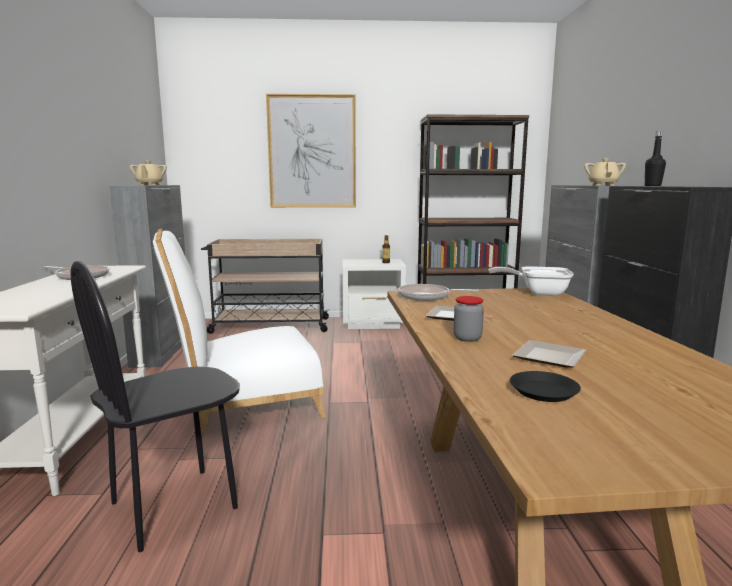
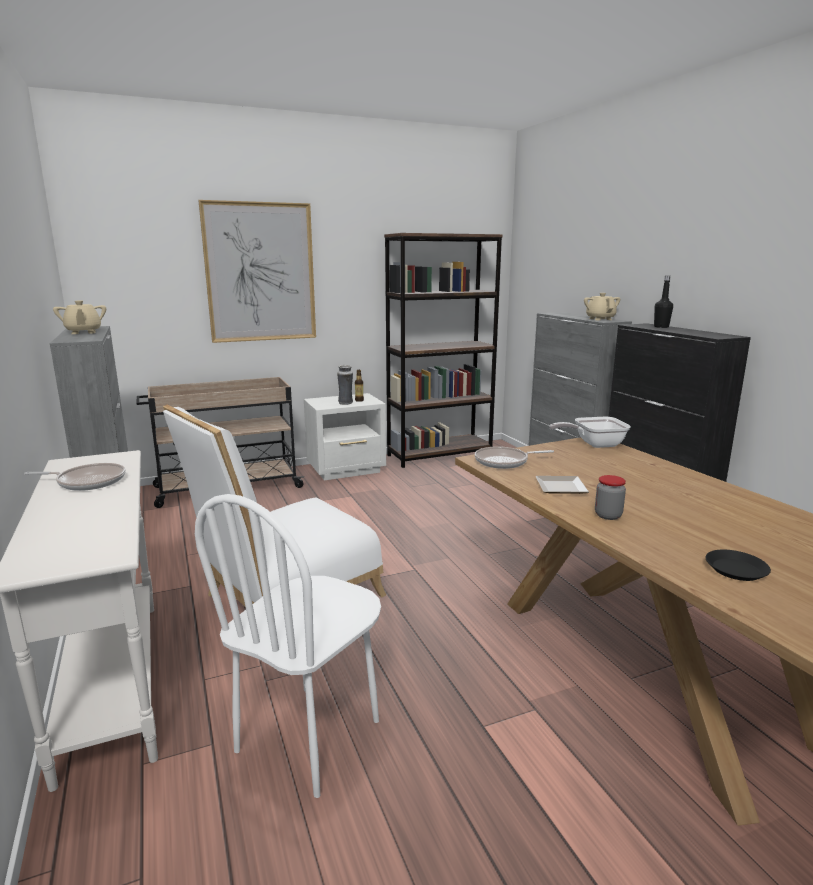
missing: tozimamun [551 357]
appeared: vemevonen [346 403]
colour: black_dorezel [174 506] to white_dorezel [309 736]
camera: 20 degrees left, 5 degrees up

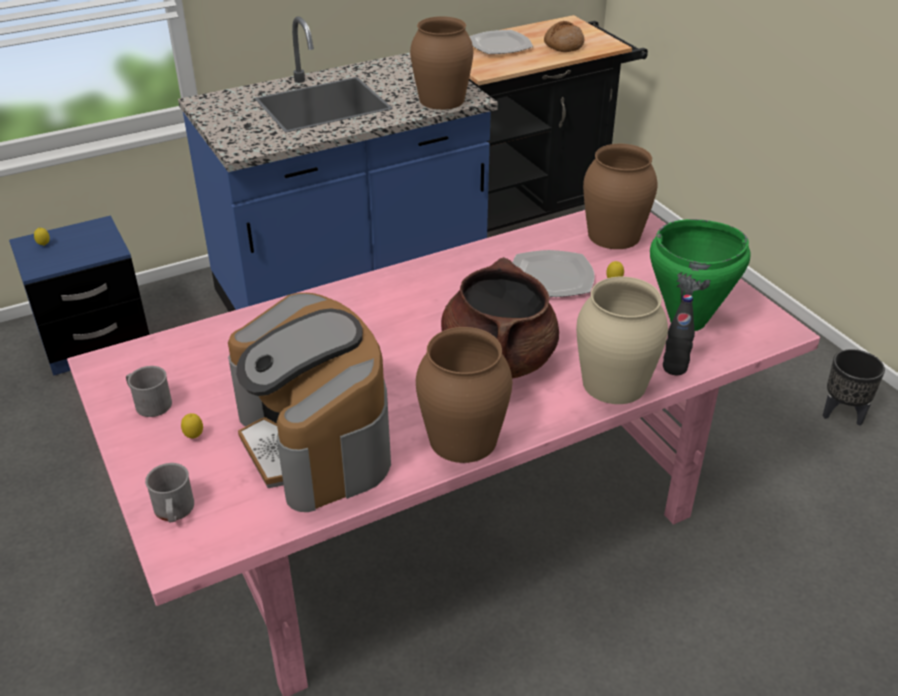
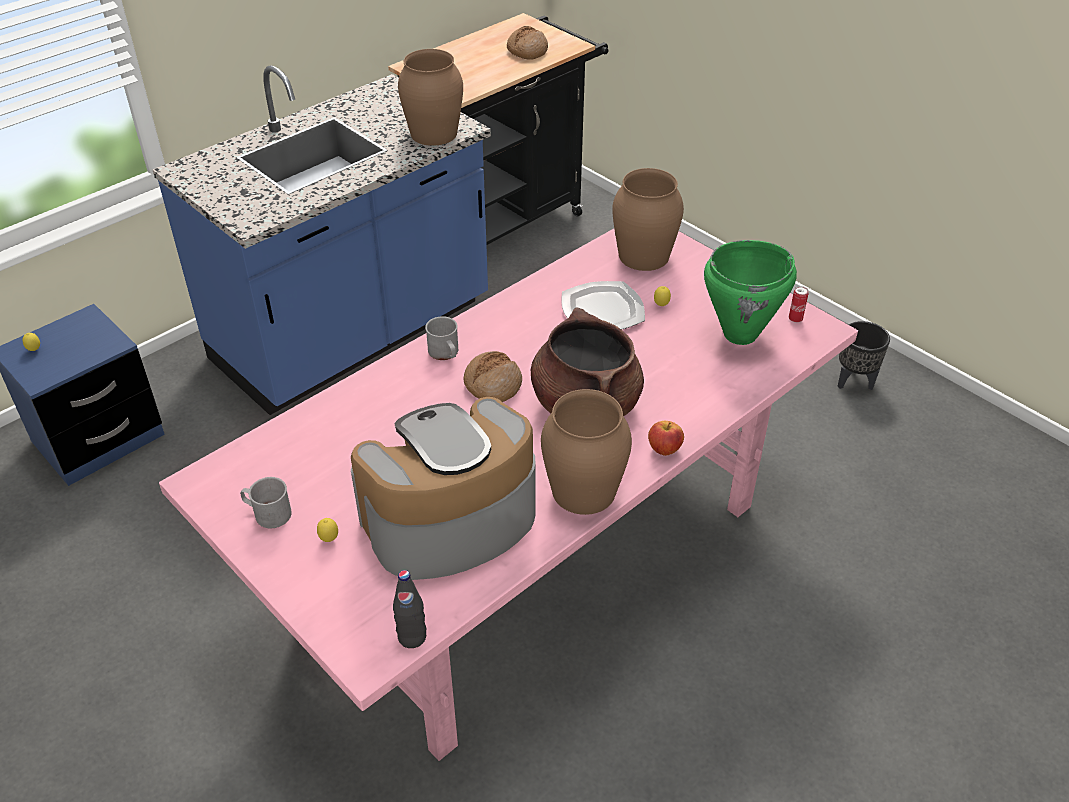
missing: tozimamun [500 45]; beige_vemevonen [615 383]
appeared: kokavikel [795 319]; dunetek [492 384]; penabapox [664 449]
relocated: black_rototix [674 368] to [412 637]; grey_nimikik [174 512] to [445 354]
spun: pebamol [316 442] = [449 521] 105 degrees clockwise
camera: 15 degrees left, 5 degrees up

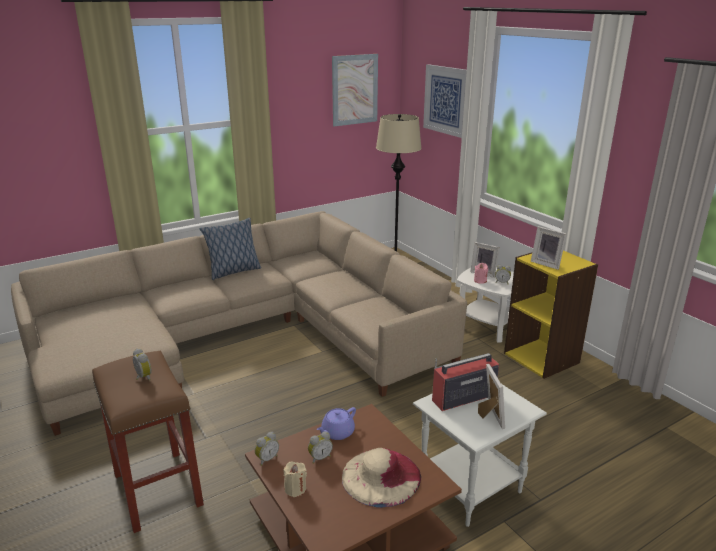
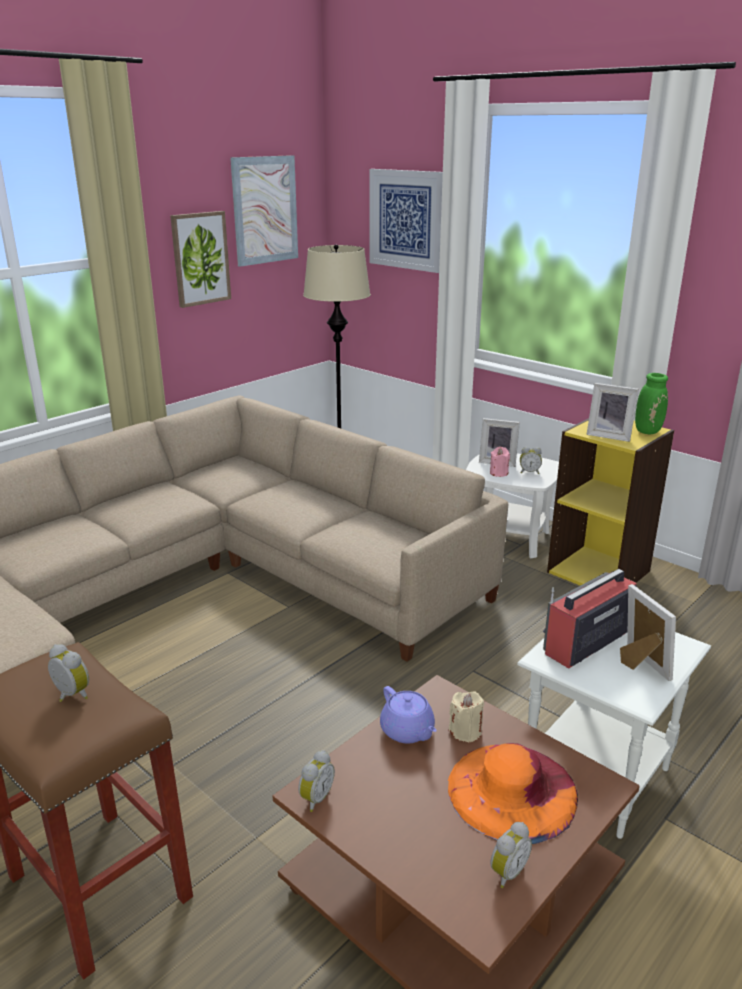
missing: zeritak [233 272]
appeared: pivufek [200 258]; green_vemevonen [647 431]
relocated: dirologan [319 457] to [506 872]; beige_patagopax [295 489] to [465 731]
colour: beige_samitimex [381 476] to orange_samitimex [512 790]
spun: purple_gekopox [337 433] = [408 731] 60 degrees counterclockwise
camera: 15 degrees left, 0 degrees up

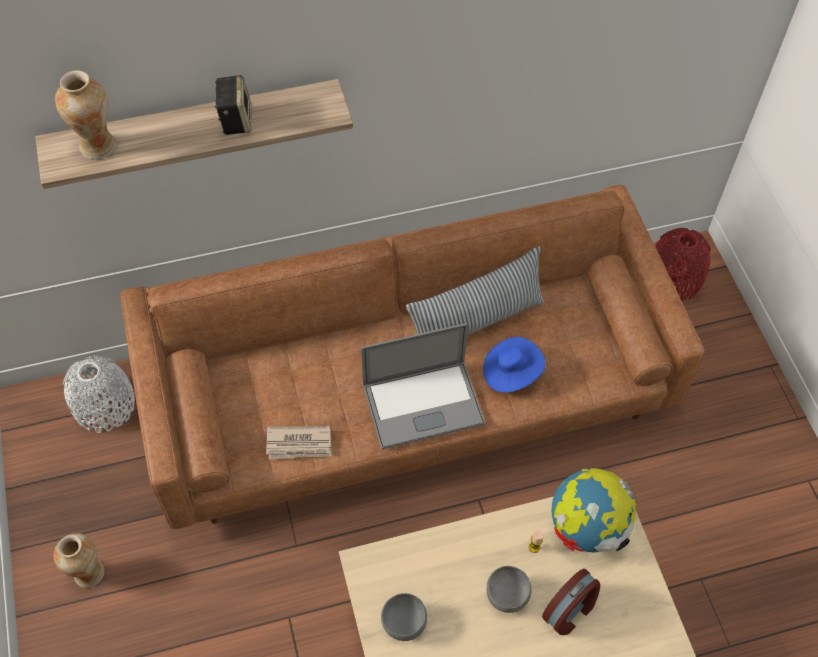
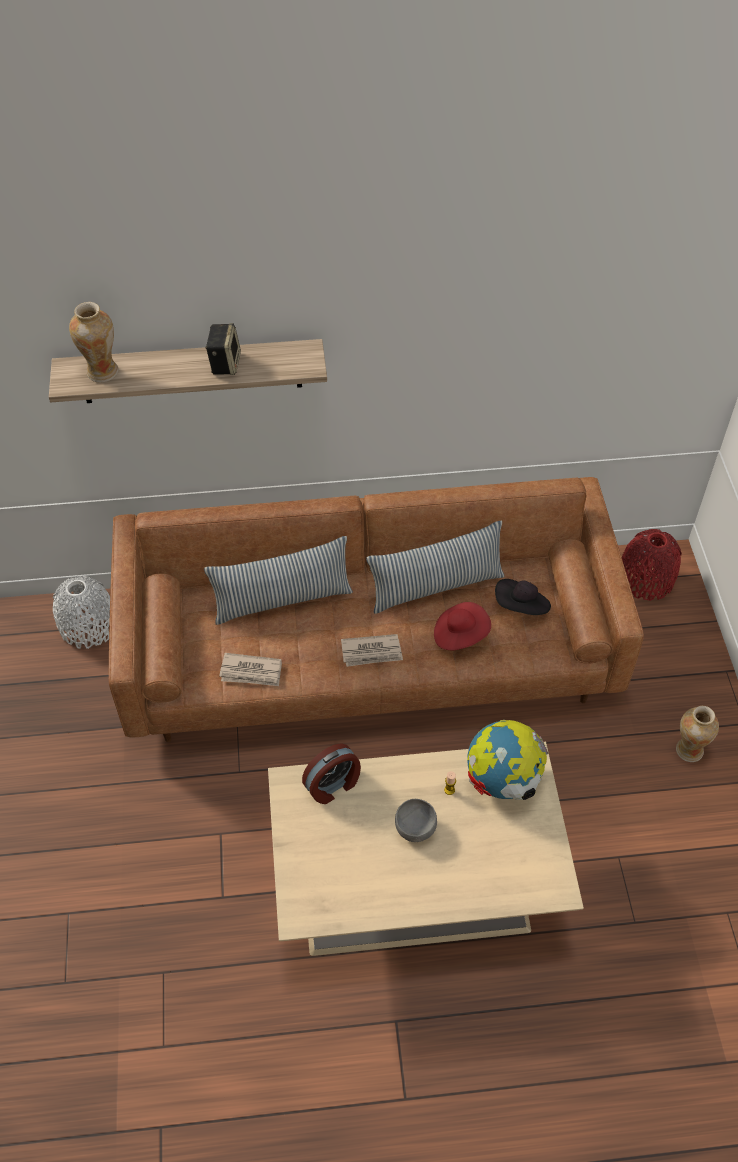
missing: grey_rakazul [404 623]
appeared: zeritak [282 600]; black_samitimex [521 607]
relocated: vemevonen [88 573] to [689 750]; dirologan [570 611] to [333 785]
exchanged: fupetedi [423 404] to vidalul [372 652]
colour: blue_samitimex [511 372] to red_samitimex [460 635]
camera: 10 degrees right, 5 degrees down

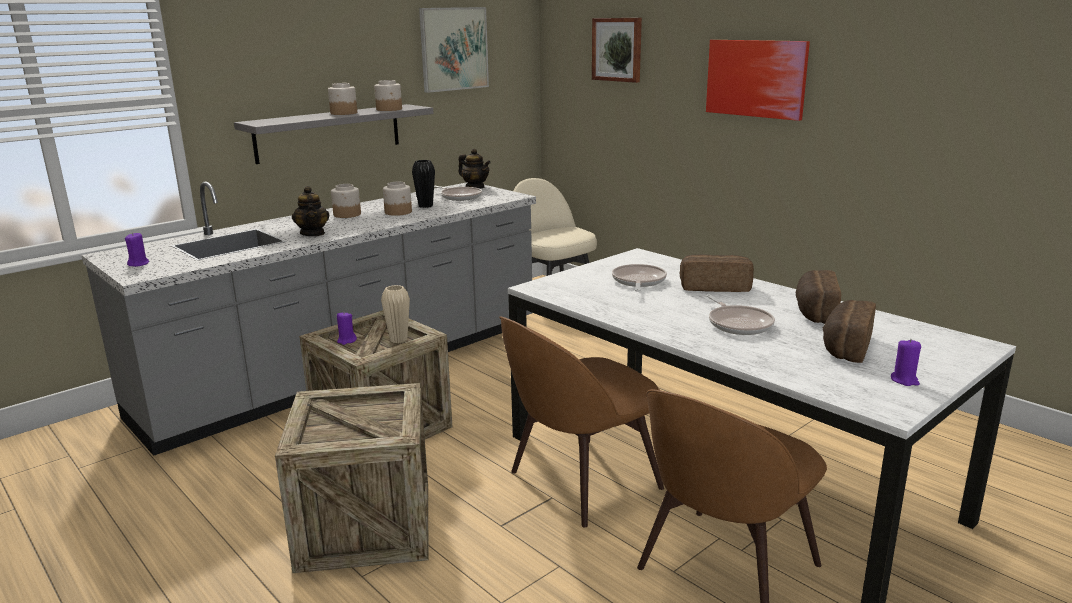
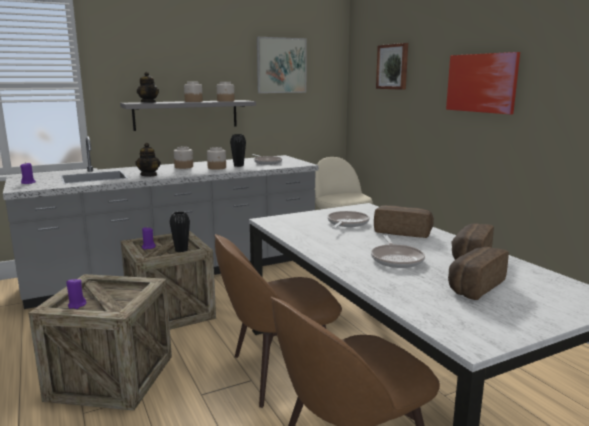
relocated: gekopox [475 187] to [148 102]; purple_patagopax [904 380] to [77 305]
colour: beige_vemevonen [398 340] to black_vemevonen [181 250]
camera: 15 degrees right, 5 degrees down

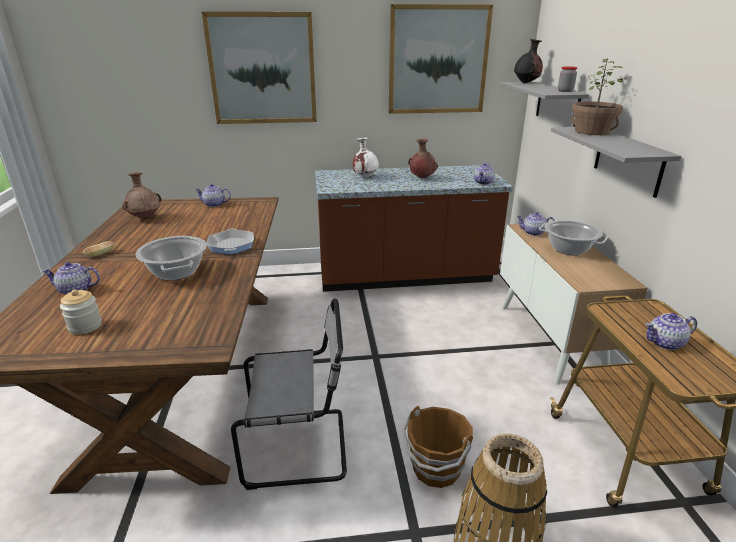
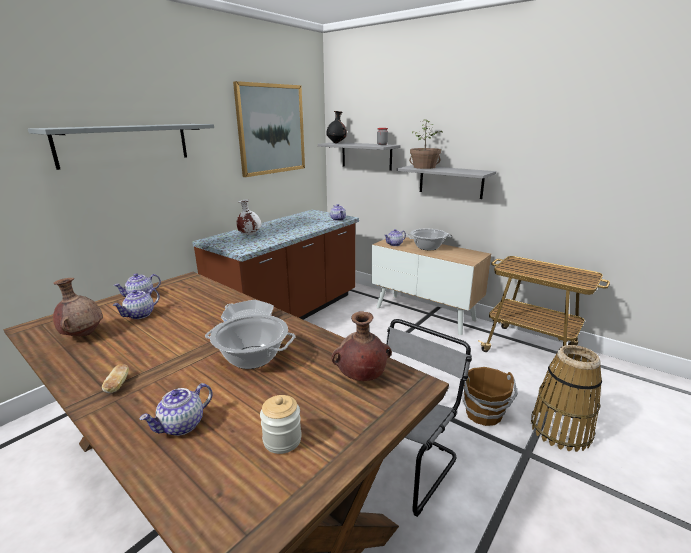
relocated: brown_vemevonen [421 178] to [361 377]; gekopox [665 343] to [140 315]
exchanged: pivufek [262 69] to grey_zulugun [125 144]
camera: 45 degrees left, 5 degrees down

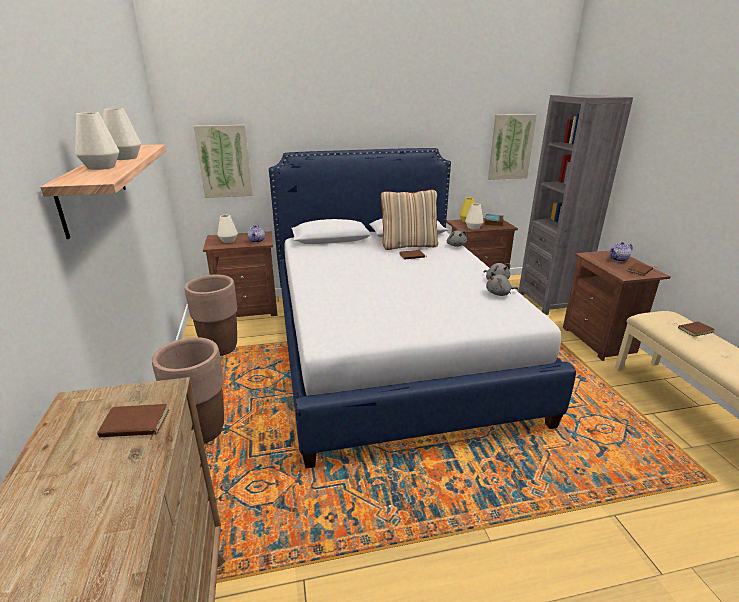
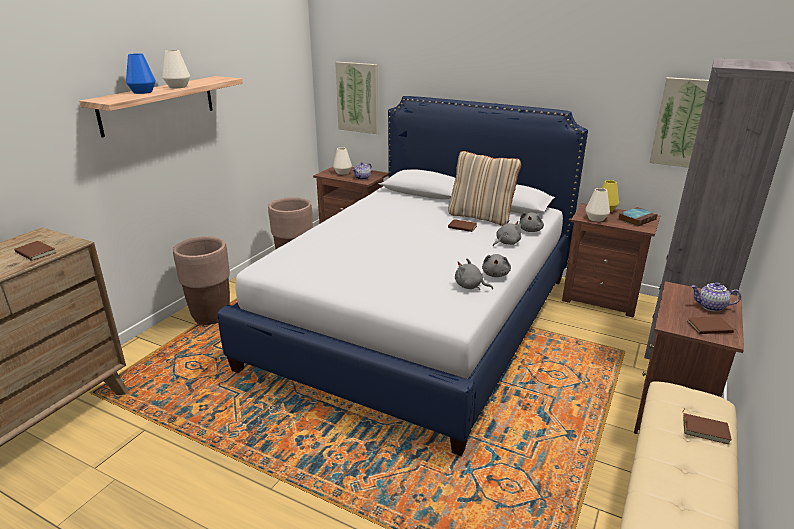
appeared: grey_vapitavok [506 243]
colour: white_vemevonen [101 167] to blue_vemevonen [143 92]
camera: 40 degrees right, 0 degrees up

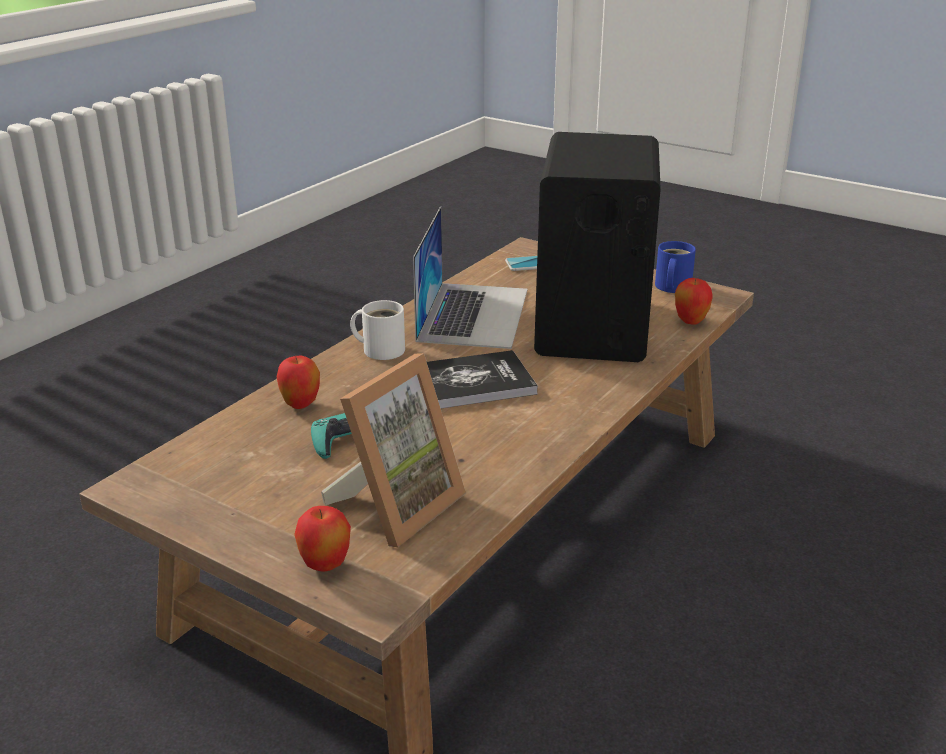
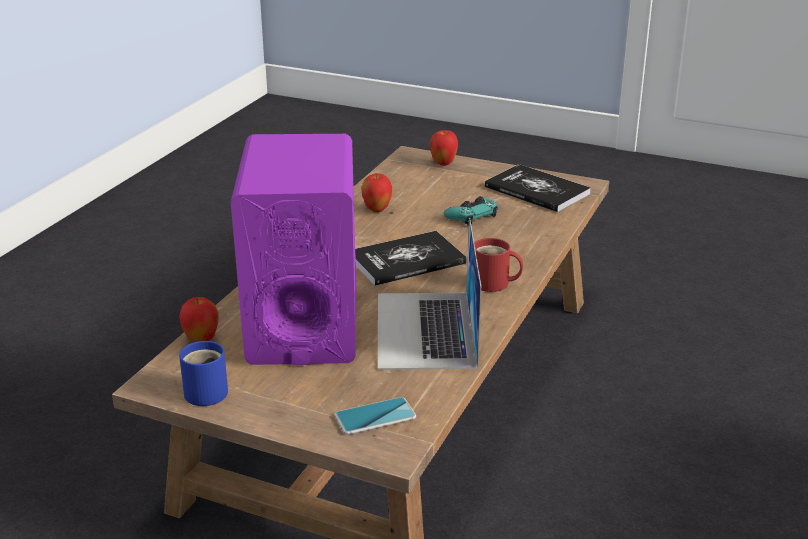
missing: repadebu [396 506]
appeared: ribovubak [537 190]
relocated: penabapox [300 405] to [377 210]
colour: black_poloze [592 327] to purple_poloze [303 324]; white_nimikik [381 349] to red_nimikik [493 284]
camera: 170 degrees right, 0 degrees up

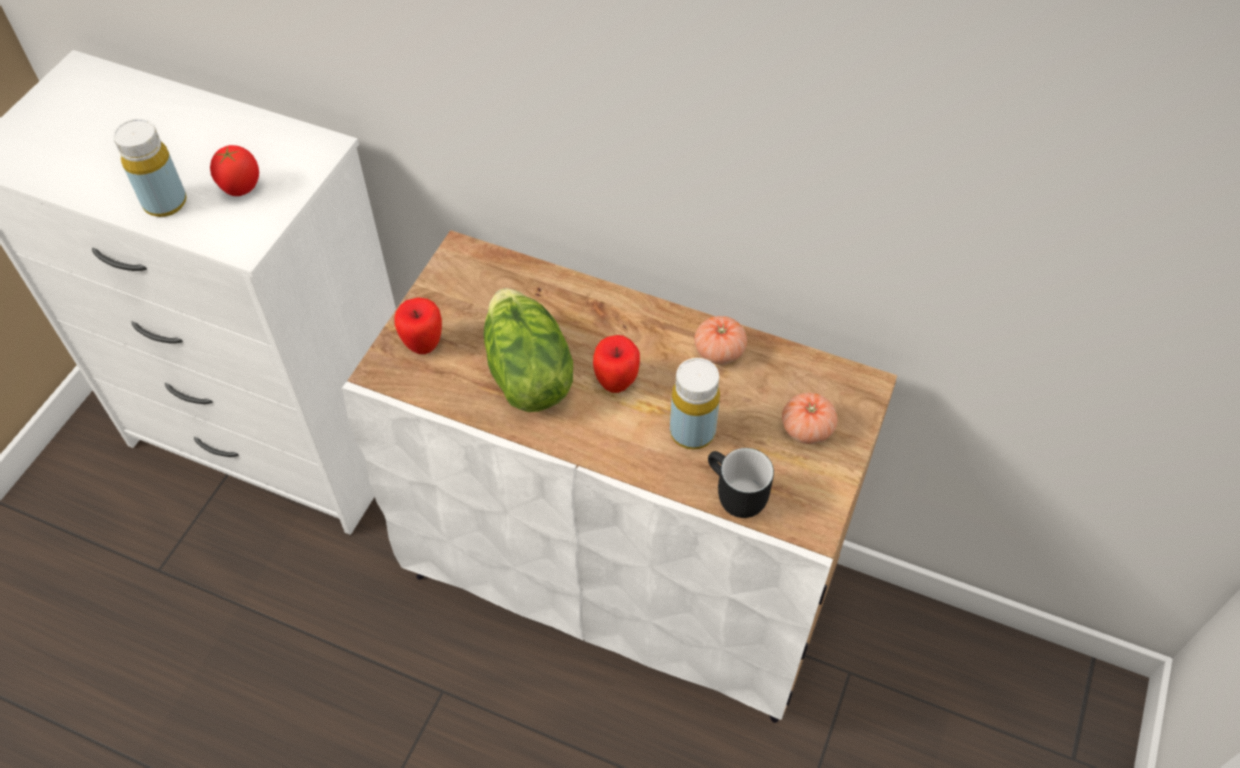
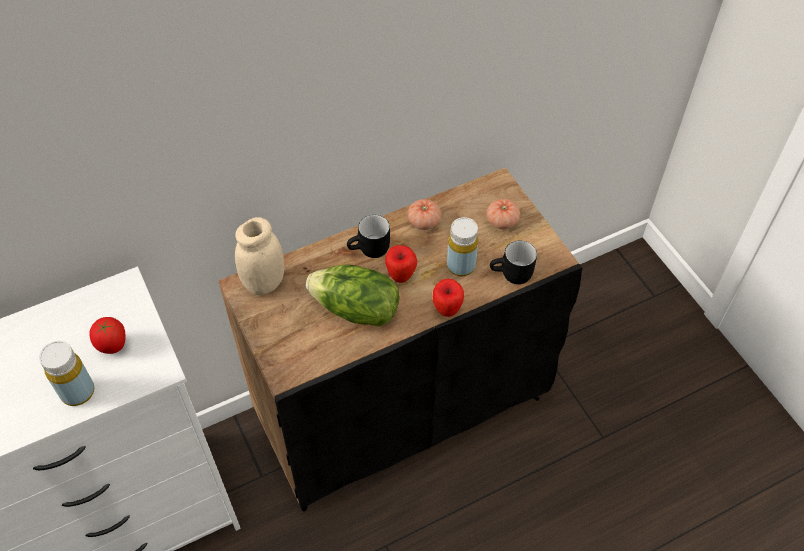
appeared: black_nimikik [370 251]; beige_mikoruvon [264 283]
relocated: penabapox [423 344] to [447 310]
colour: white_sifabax [623 580] to black_sifabax [402 408]
camera: 50 degrees left, 0 degrees up

